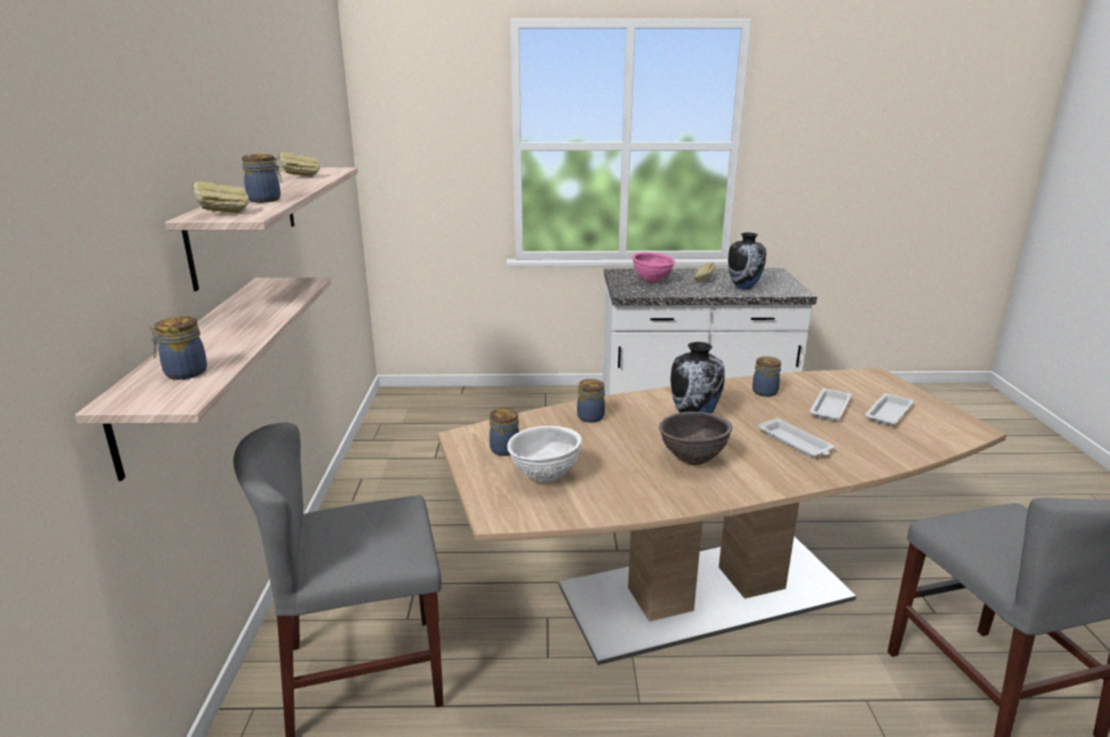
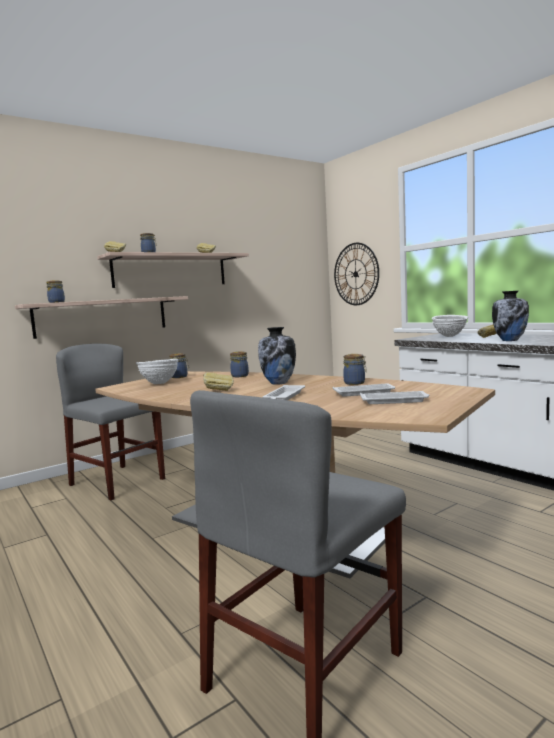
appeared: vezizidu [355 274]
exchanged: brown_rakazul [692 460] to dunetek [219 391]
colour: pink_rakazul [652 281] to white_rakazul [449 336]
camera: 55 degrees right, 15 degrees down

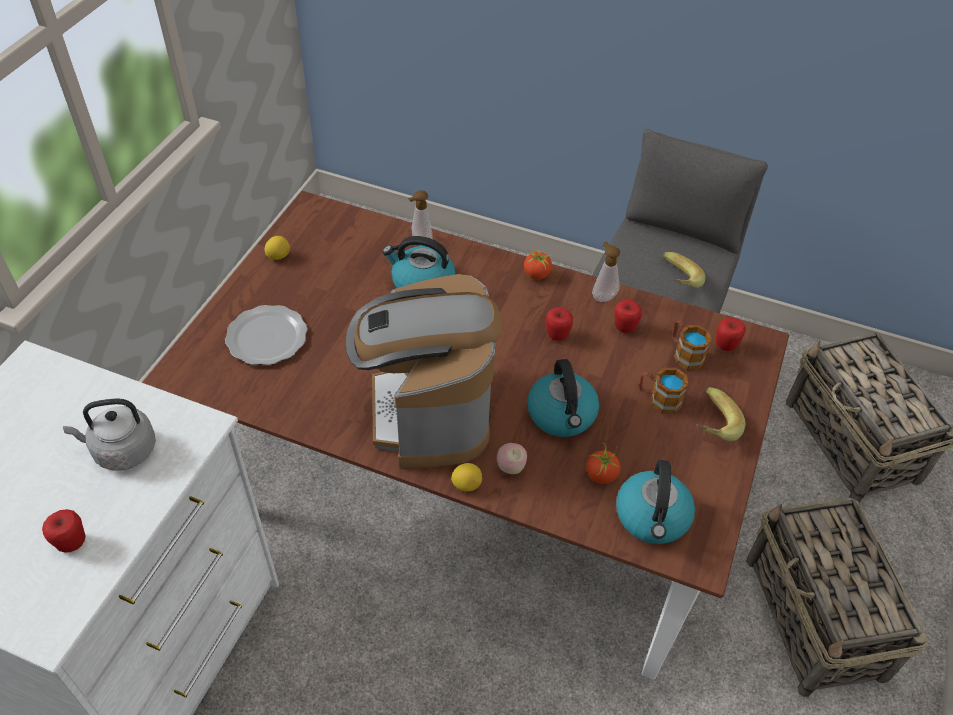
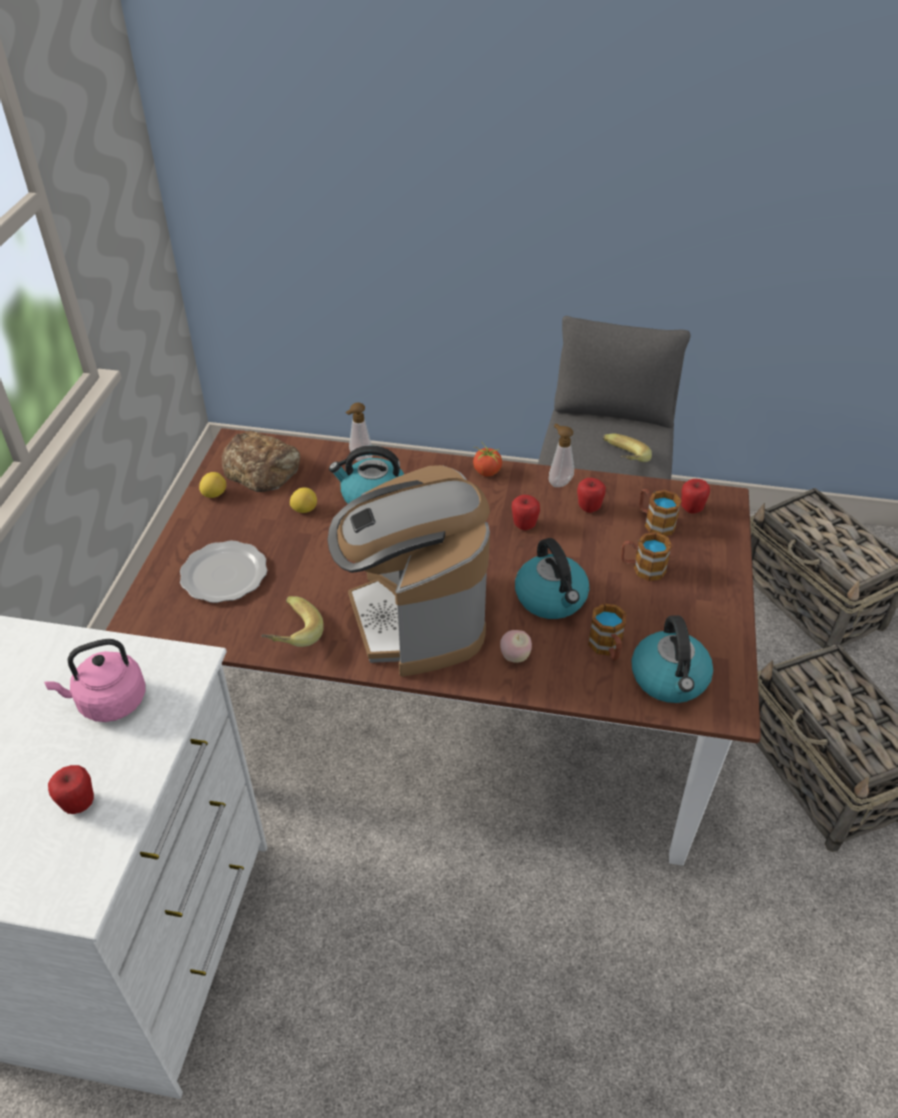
appeared: dunetek [262 468]
relocated: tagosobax [709 425] to [289 635]; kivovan [466 485] to [304 509]
exchanged: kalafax [601 475] to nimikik [607 648]
colour: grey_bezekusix [122 451] to pink_bezekusix [108 702]
camera: 10 degrees left, 5 degrees down

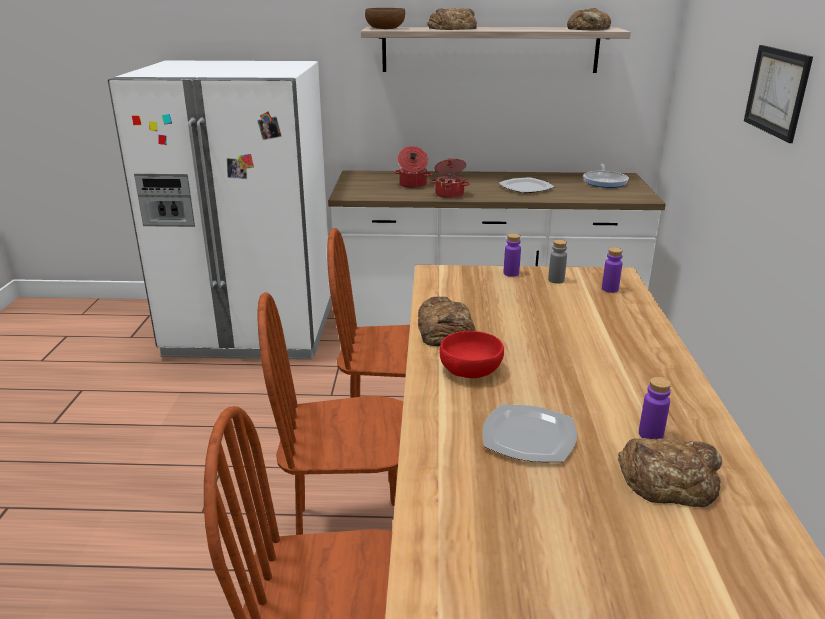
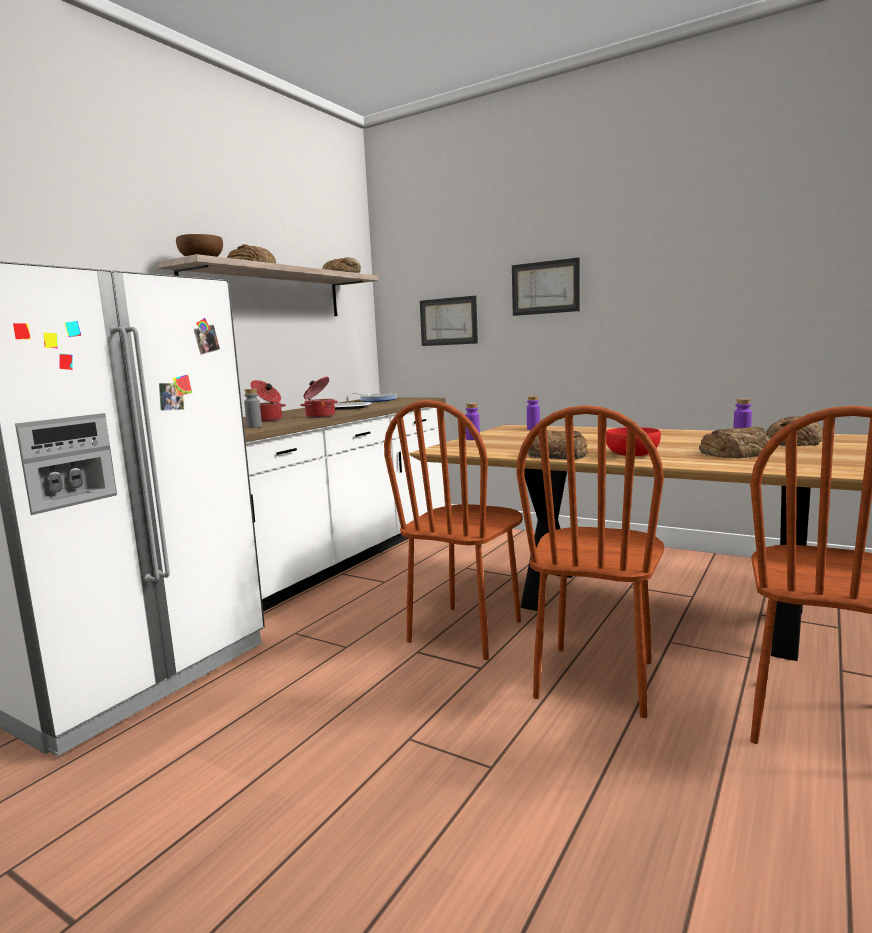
appeared: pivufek [448 321]
relocated: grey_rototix [556 280] to [254 427]
exchanged: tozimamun [529 436] to dunetek [737 452]
camera: 60 degrees left, 15 degrees down

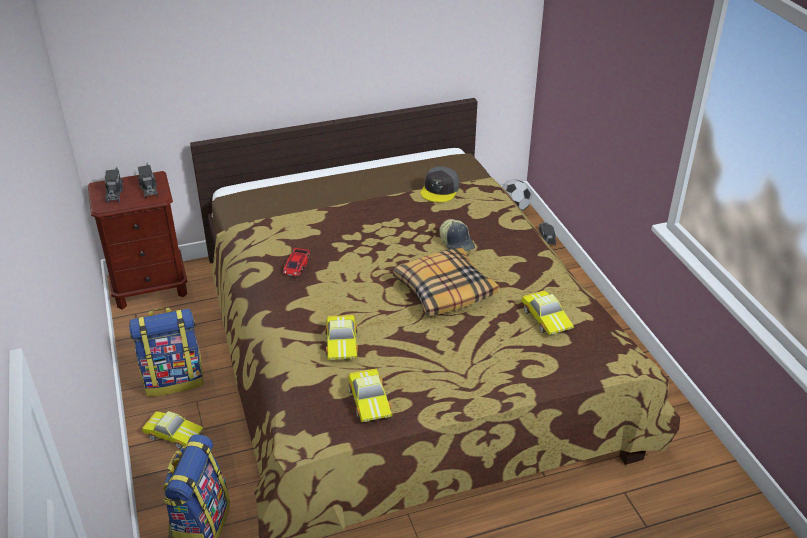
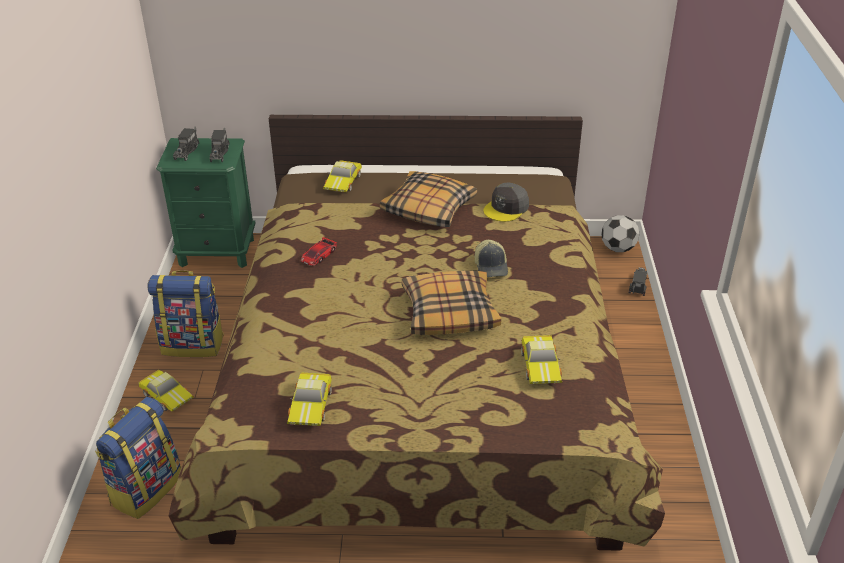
appeared: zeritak [428 209]
relocated: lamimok [343 342] to [344 182]
colour: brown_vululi [150 287] to green_vululi [217 252]
camera: 20 degrees right, 0 degrees up

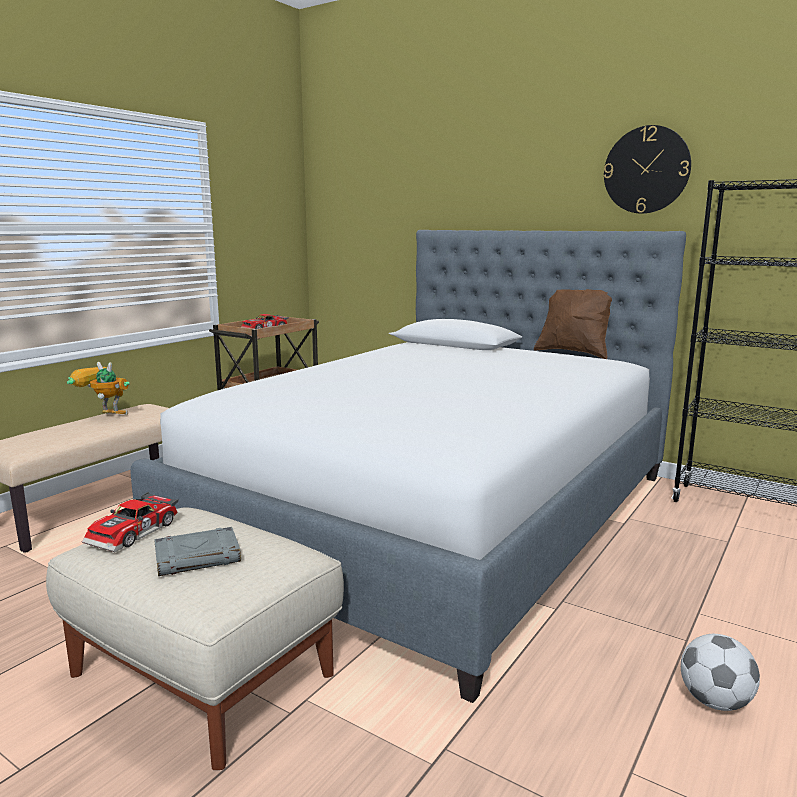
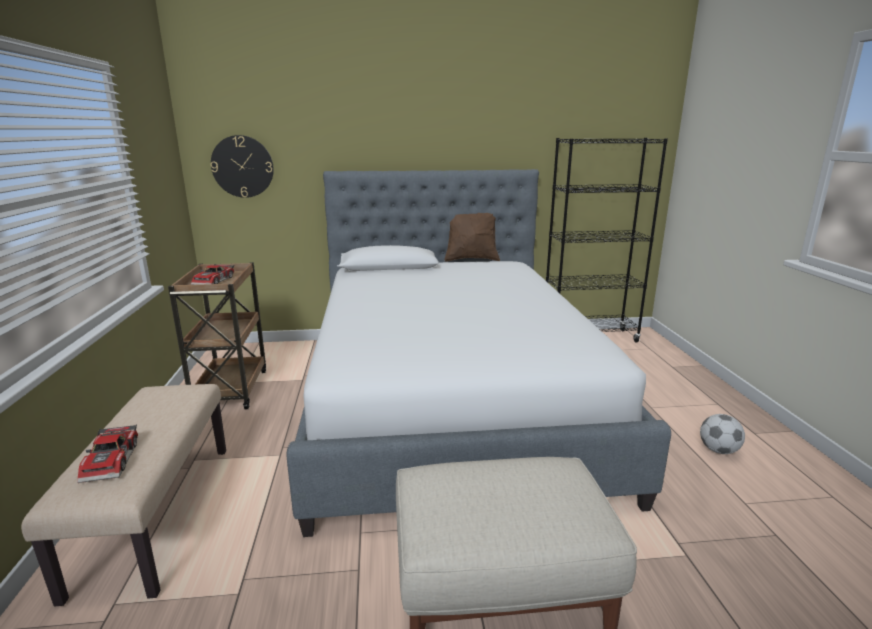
missing: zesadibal [103 416]; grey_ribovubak [198 557]
relocated: vezizidu [646 170] to [242 166]; lamimok [135 532] to [113 460]
camera: 40 degrees left, 5 degrees up

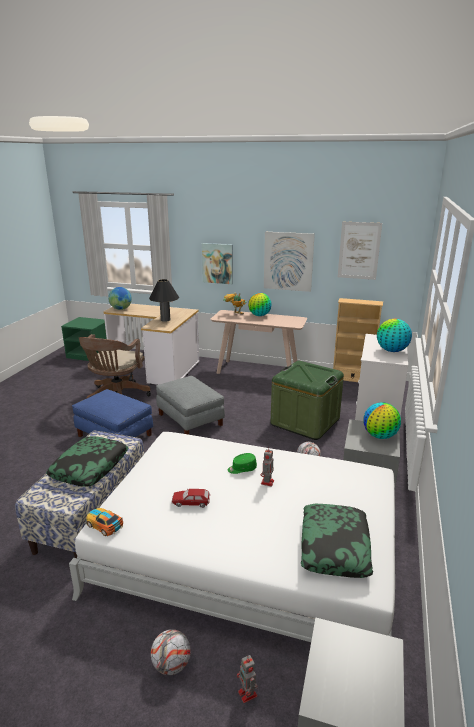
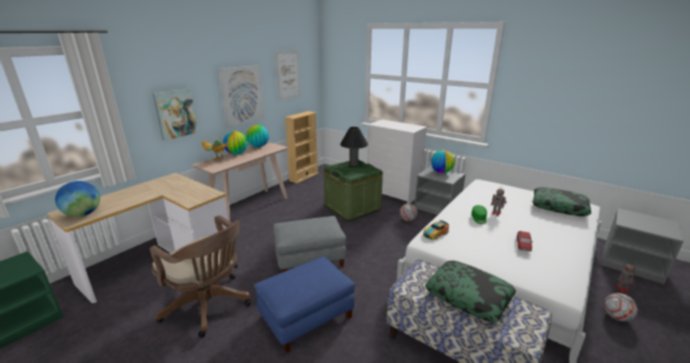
relocated: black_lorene [165 320] to [353 164]; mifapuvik [391 351] to [258 146]; lamimok [104 524] to [435 233]
camera: 70 degrees left, 0 degrees up

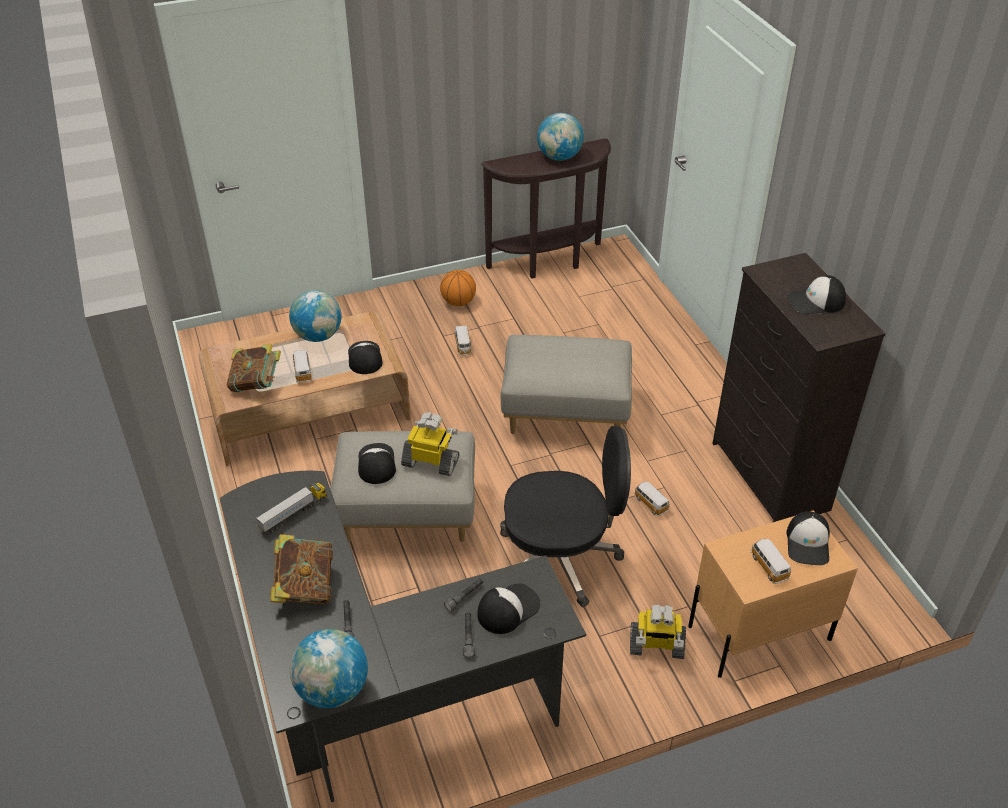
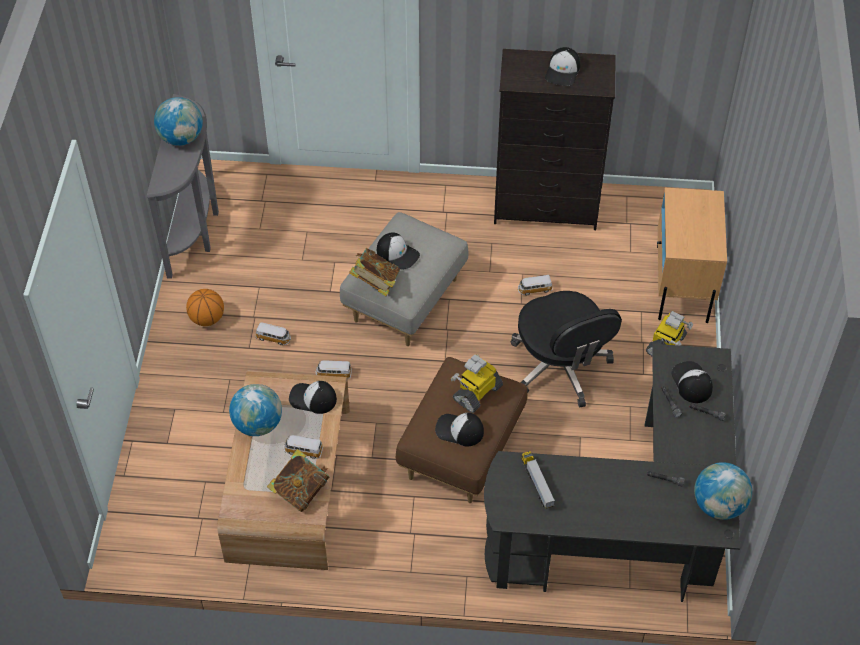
relocated: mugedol [808 543] to [398 253]; ribovubak [304 587] to [375 283]; lamimok [768 566] to [333 373]
colour: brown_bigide [549 263] to grey_bigide [195 229]; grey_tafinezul [406 514] to brown_tafinezul [462 451]
spun: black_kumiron [560 558] = [560 367] 135 degrees clockwise
camera: 65 degrees left, 10 degrees up

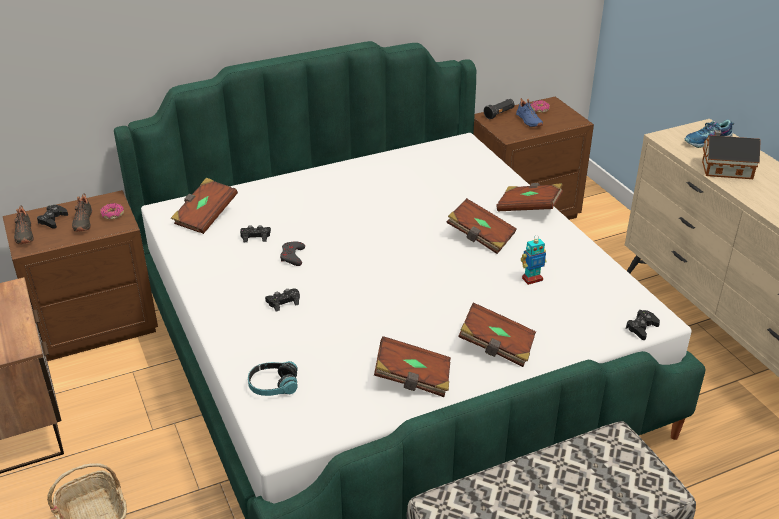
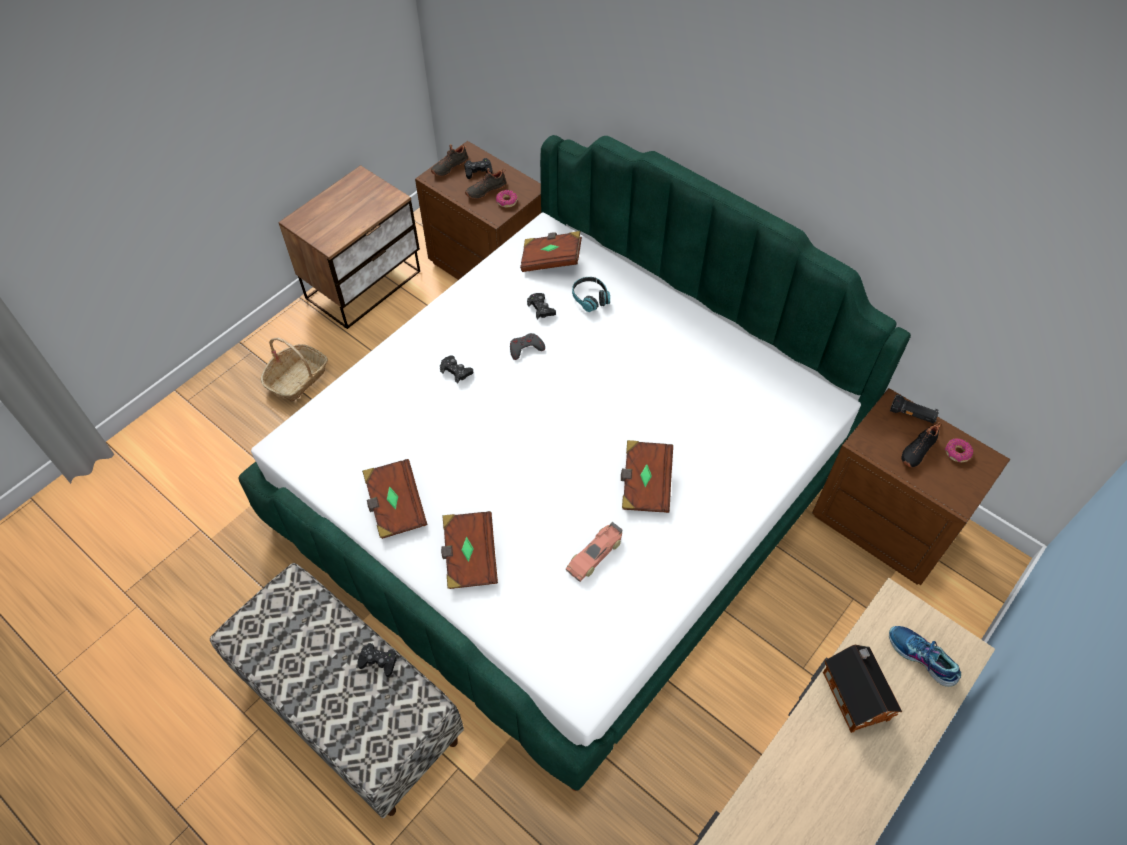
missing: brown_ribovubak [529 208]
relocated: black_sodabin [641 328] to [378 661]; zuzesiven [273 386] to [590 298]
exchanged: zesadibal [532 279] to lamimok [595 555]
colour: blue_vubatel [528 121] to black_vubatel [917 450]
camera: 65 degrees right, 20 degrees up

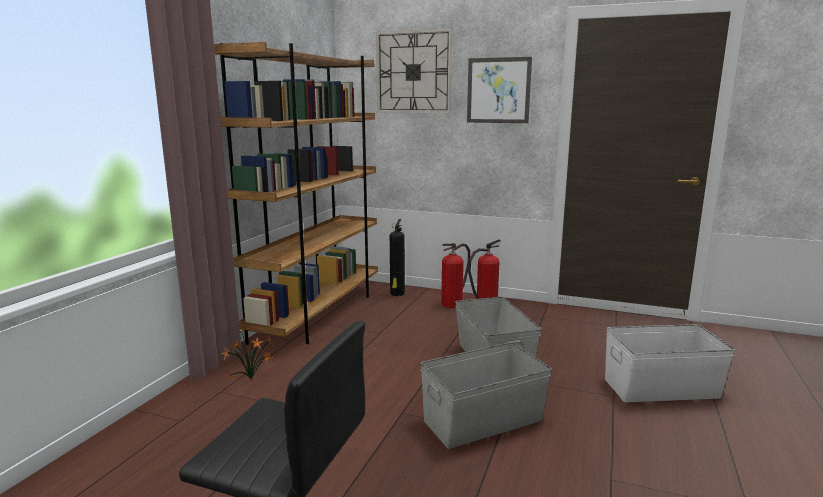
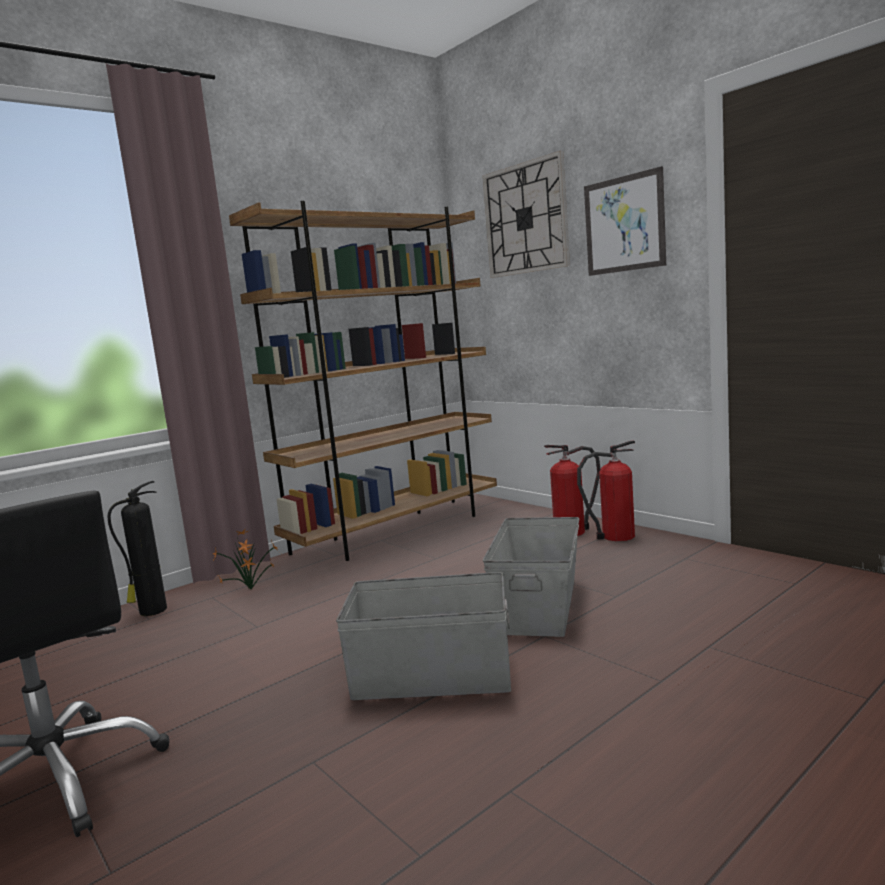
missing: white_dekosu [662 388]
relocated: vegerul [397 294] to [151 611]
camera: 30 degrees right, 5 degrees down

